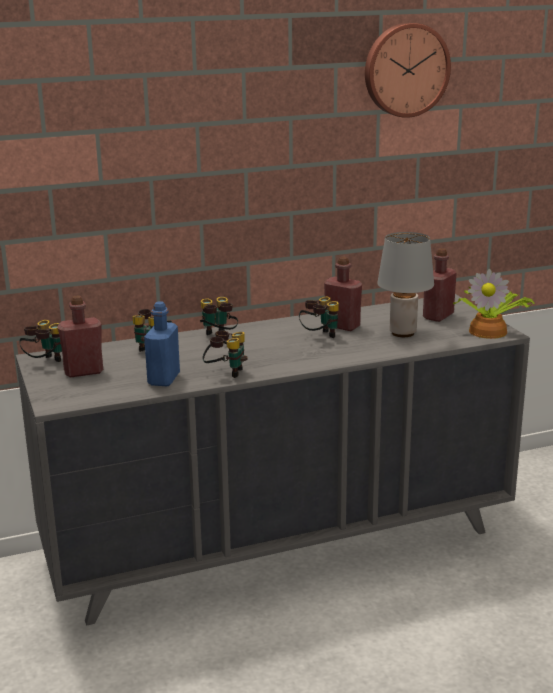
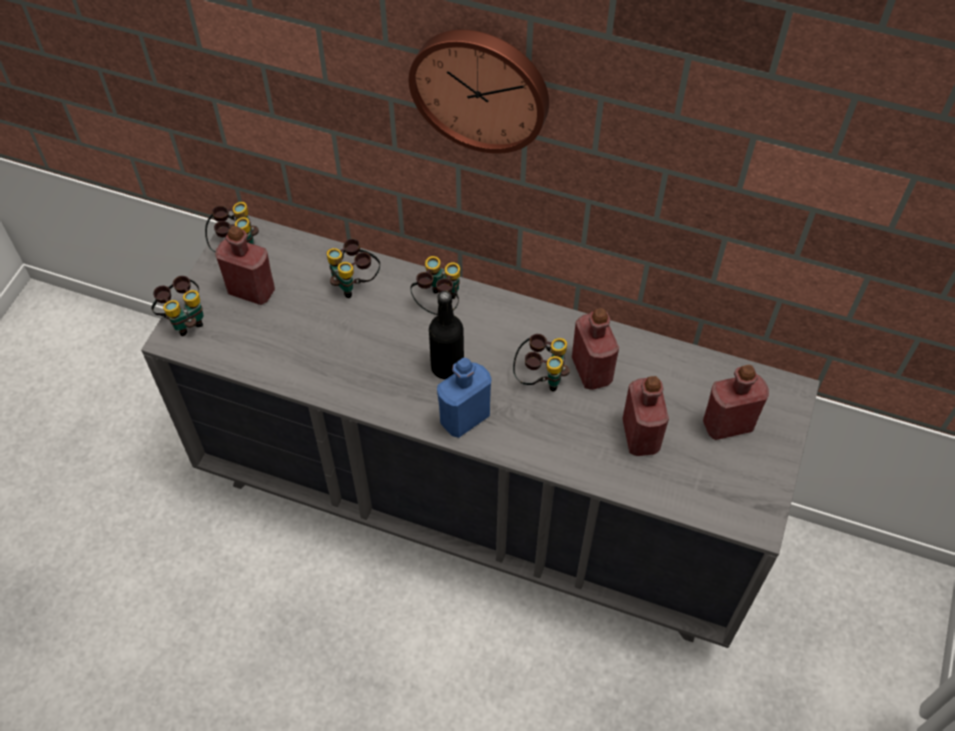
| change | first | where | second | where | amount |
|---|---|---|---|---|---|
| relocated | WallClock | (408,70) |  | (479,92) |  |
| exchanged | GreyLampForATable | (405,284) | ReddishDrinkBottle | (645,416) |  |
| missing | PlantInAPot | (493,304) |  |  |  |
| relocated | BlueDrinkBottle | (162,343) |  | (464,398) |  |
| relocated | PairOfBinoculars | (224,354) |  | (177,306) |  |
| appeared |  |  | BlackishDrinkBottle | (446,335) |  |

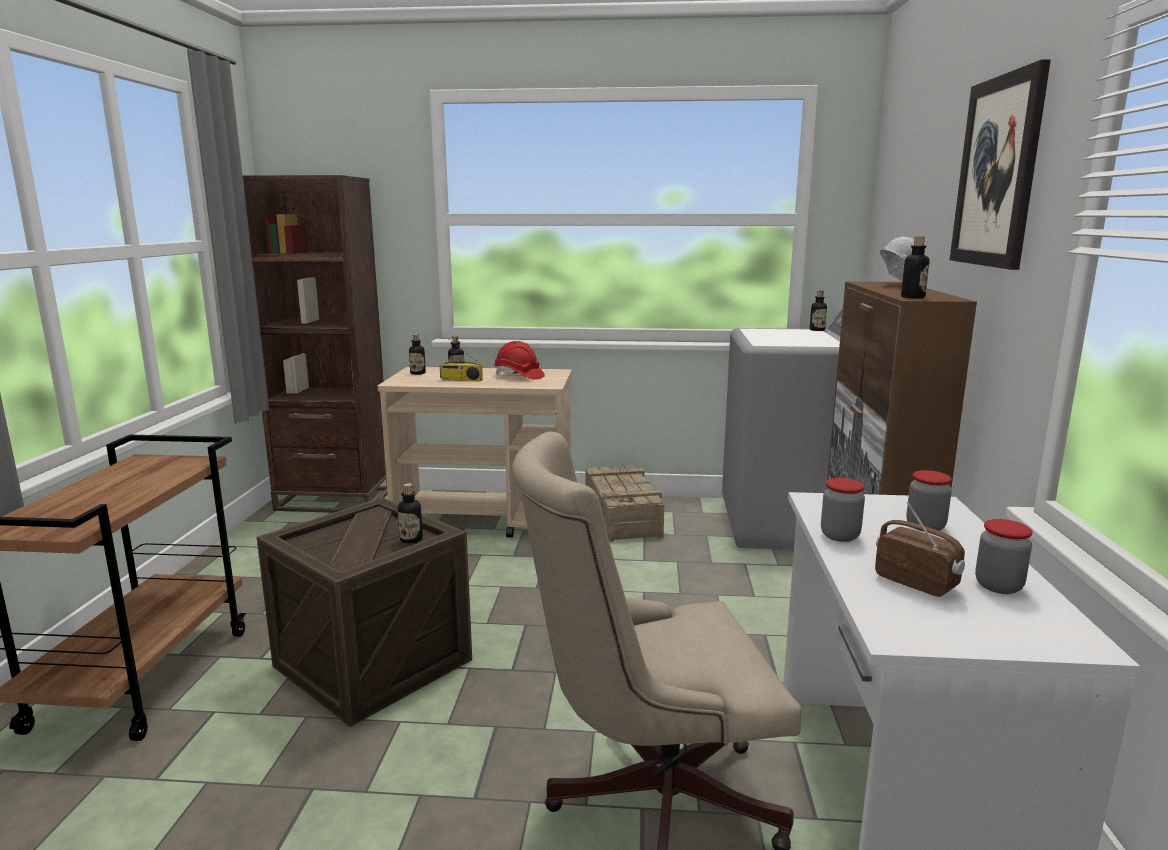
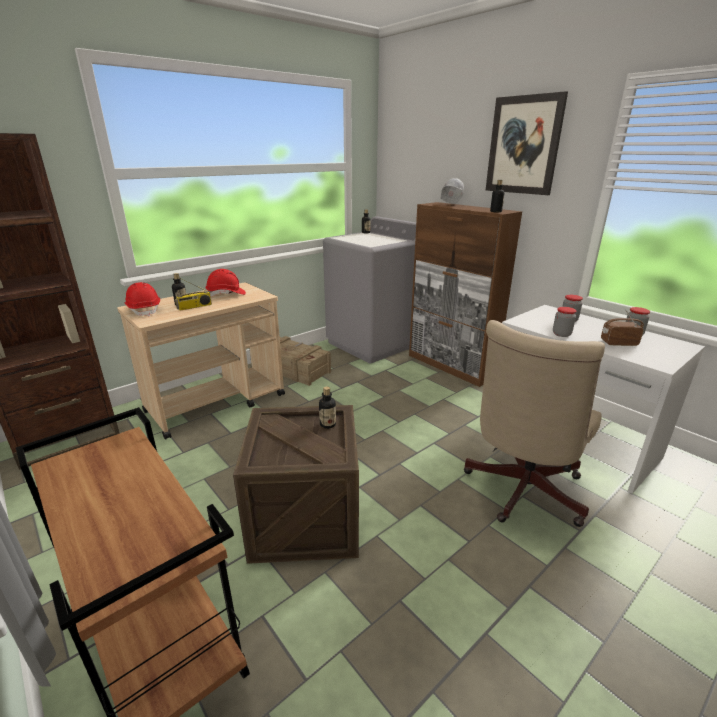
| change | first | where | second | where | amount |
|---|---|---|---|---|---|
| exchanged | DrinkBottle | (417,354) | ReddishHardHat | (142,299) |  |

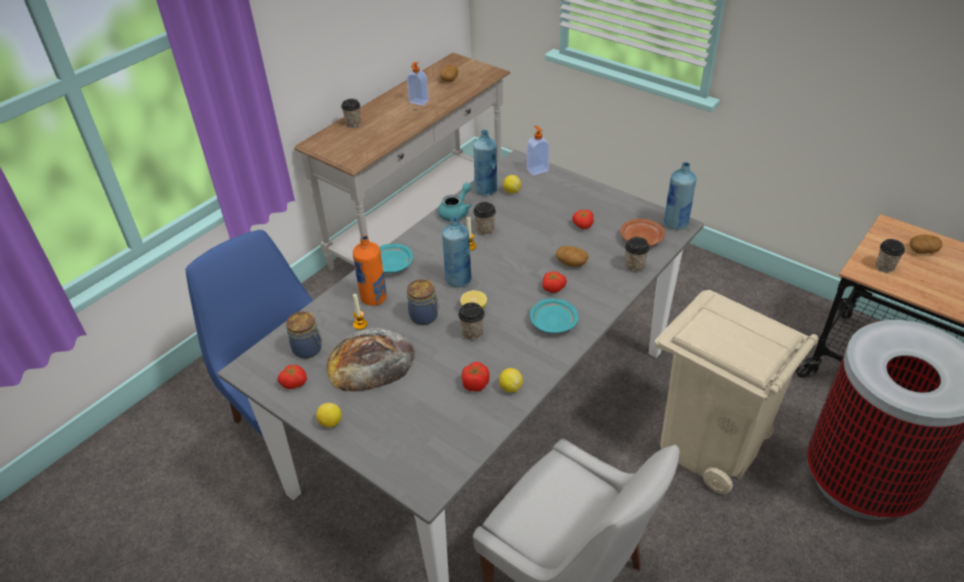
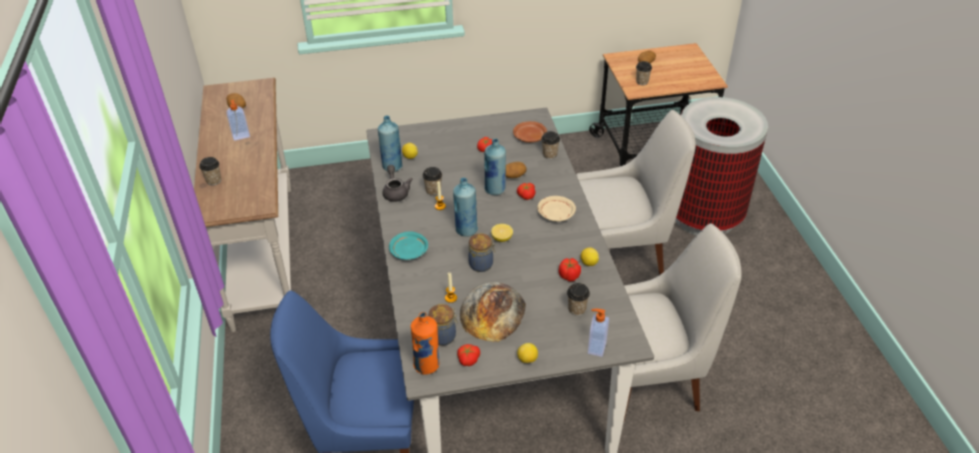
| change | first | where | second | where | amount |
|---|---|---|---|---|---|
| relocated | LiquidSoapBottle | (538,151) |  | (598,333) |  |
| relocated | BlueDrinkBottle | (680,196) |  | (495,166) |  |
| colour | BlueGreenPotForTea | (455,201) | GreyPotForTea | (398,183) |  |
| relocated | OrangeyDrinkBottle | (370,270) |  | (425,343) |  |
| exchanged | SandColouredWasteBin | (736,392) | WhiteColouredUprightChair | (636,192) |  |
| colour | BlueGreenDinnerPlate | (554,315) | SandColouredDinnerPlate | (556,209) |  |
| relocated | DrinkingCup | (471,321) |  | (578,299) |  |

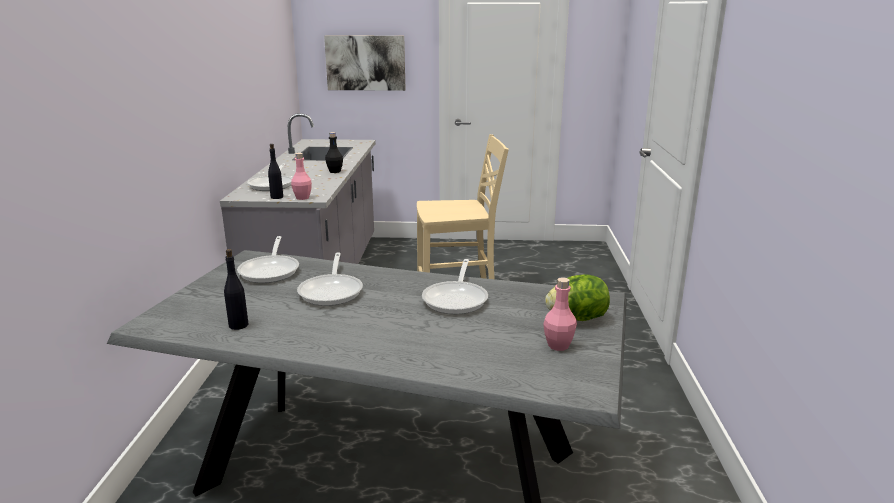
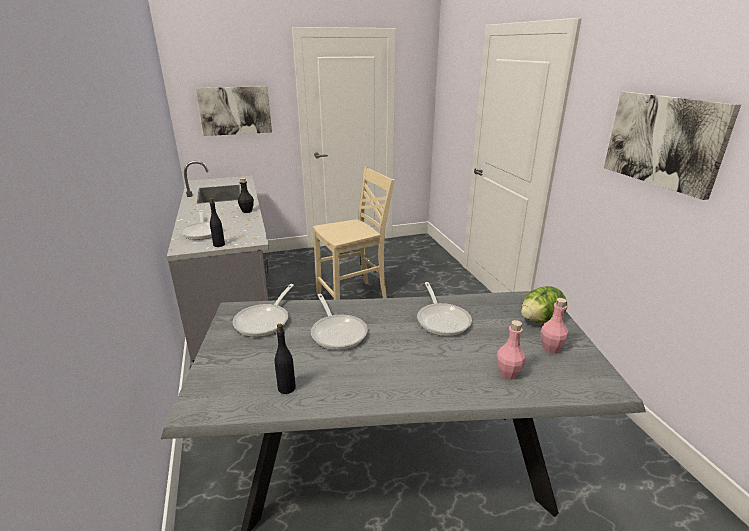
| change | first | where | second | where | amount |
|---|---|---|---|---|---|
| relocated | PinkishDrinkBottle | (301,176) |  | (511,350) |  |
| spun | FryingPan | (268,259) |  | (263,310) | 45 degrees clockwise |
| appeared |  |  | WallArt | (672,145) |  |

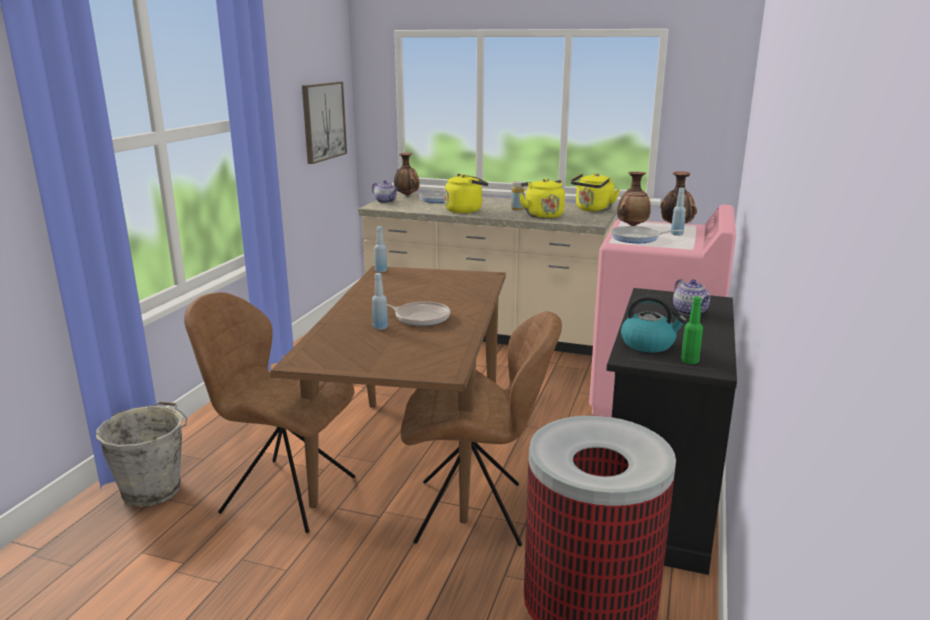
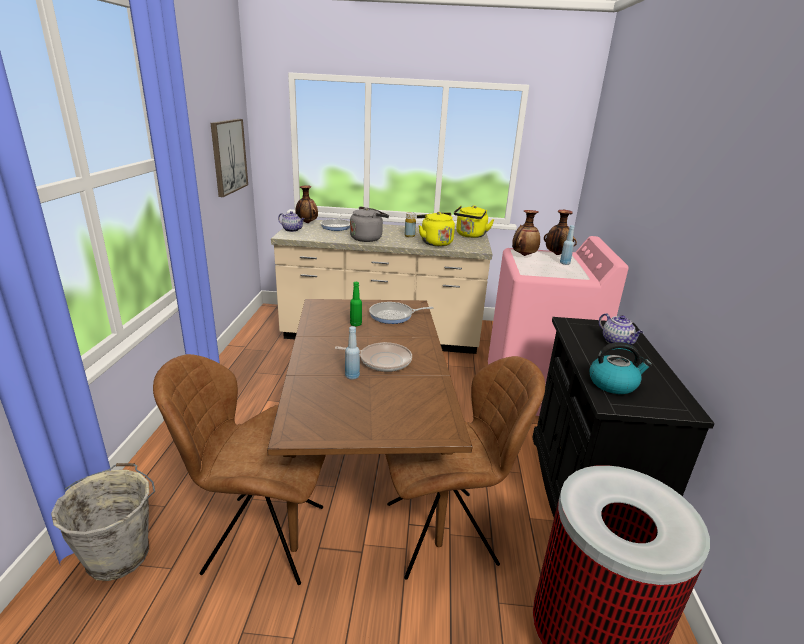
| change | first | where | second | where | amount |
|---|---|---|---|---|---|
| colour | YellowishTeaKettle | (466,193) | GreyTeaKettle | (369,224) |  |
| missing | BlueDrinkBottle | (380,249) |  |  |  |
| relocated | FryingPan | (647,234) |  | (401,313) |  |
| relocated | GreenishDrinkBottle | (692,330) |  | (356,304) |  |

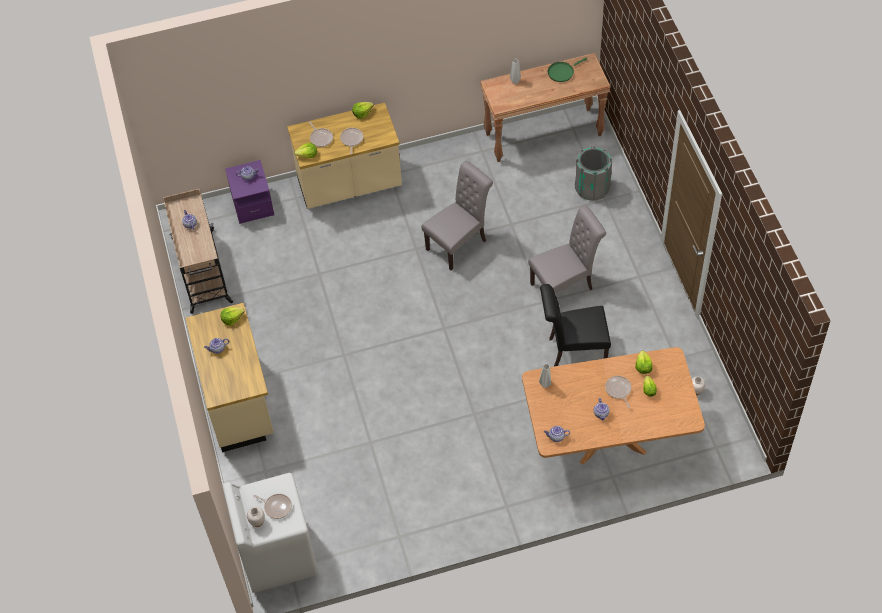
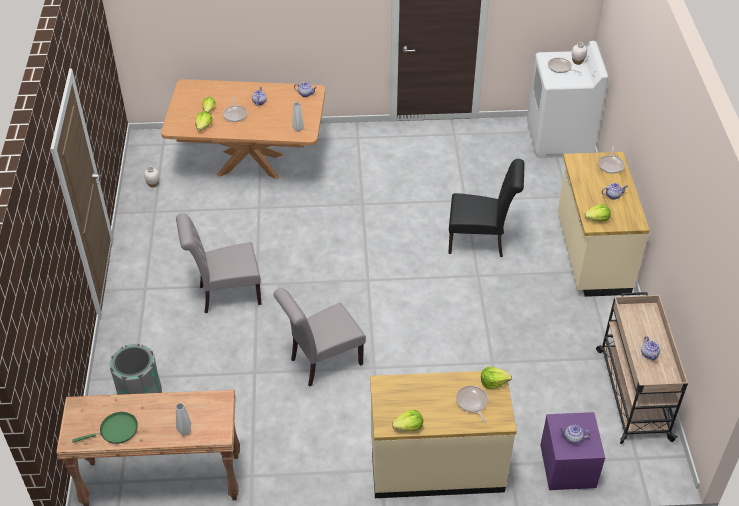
| change | first | where | second | where | amount |
|---|---|---|---|---|---|
| relocated | FryingPan | (351,141) |  | (611,160) |  |
| relocated | BlackishUprightChair | (575,325) |  | (486,208) |  |

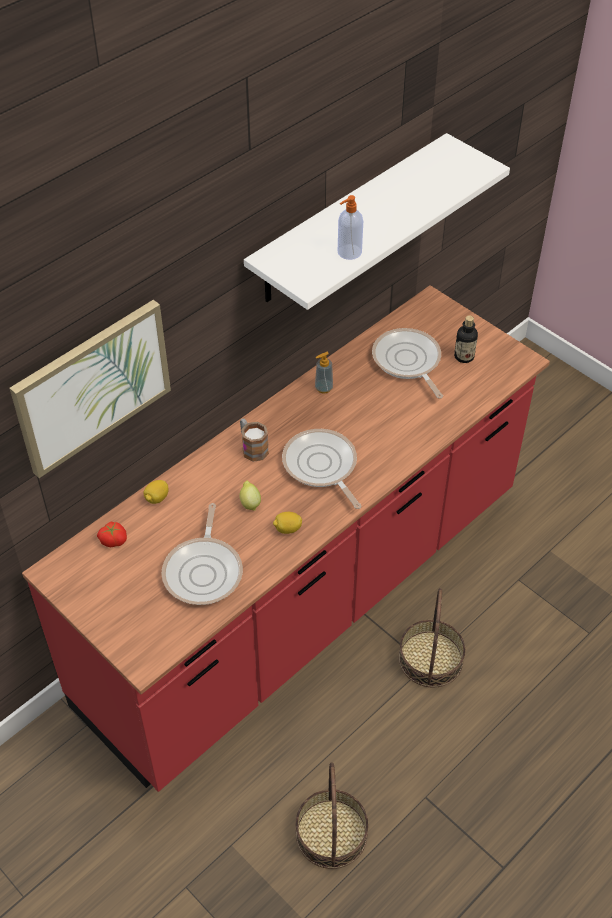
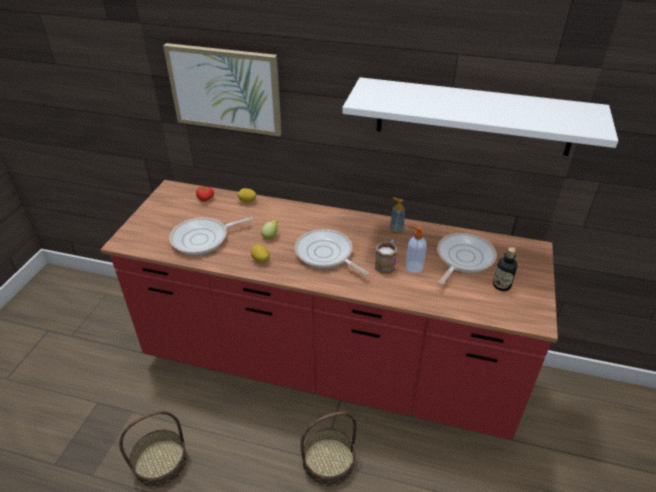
| change | first | where | second | where | amount |
|---|---|---|---|---|---|
| relocated | LiquidSoapBottle | (350,227) |  | (416,249) |  |
| relocated | Mug | (254,440) |  | (386,256) |  |
| spun | FryingPan | (321,469) |  | (332,252) | 75 degrees counterclockwise |

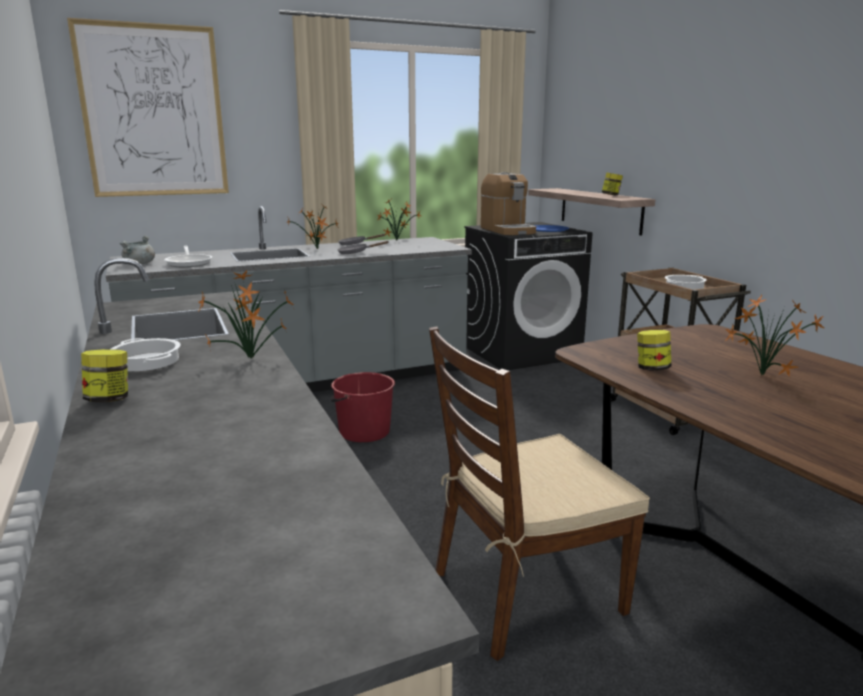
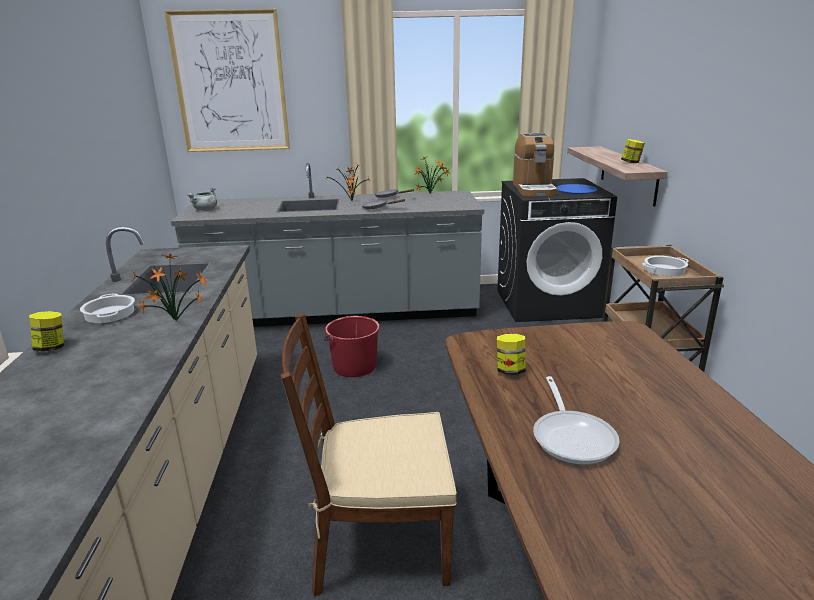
| change | first | where | second | where | amount |
|---|---|---|---|---|---|
| relocated | FryingPan | (188,256) |  | (576,420) |  |
| missing | PlantInAPot | (774,336) |  |  |  |

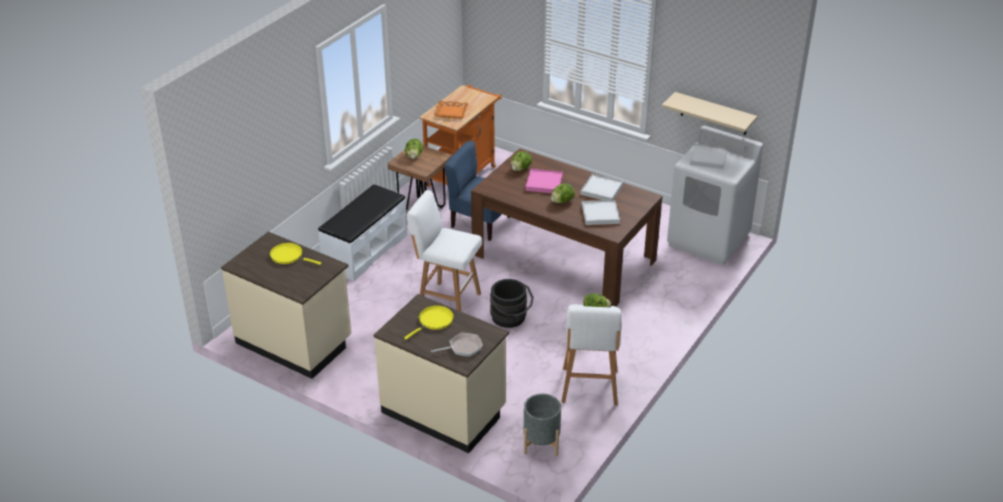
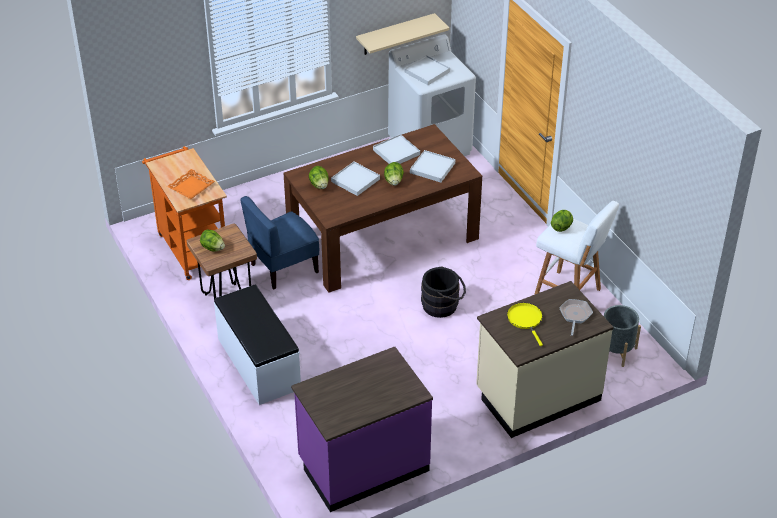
| change | first | where | second | where | amount |
|---|---|---|---|---|---|
| colour | PinkishCarryingTray | (544,181) | WhiteColouredCarryingTray | (355,179) |  |
| missing | WhiteColouredSittingStool | (444,250) |  |  |  |
| colour | SandColouredCounter | (286,305) | PurpleCounter | (362,429) |  |
| missing | YellowishFryingPan | (296,254) |  |  |  |

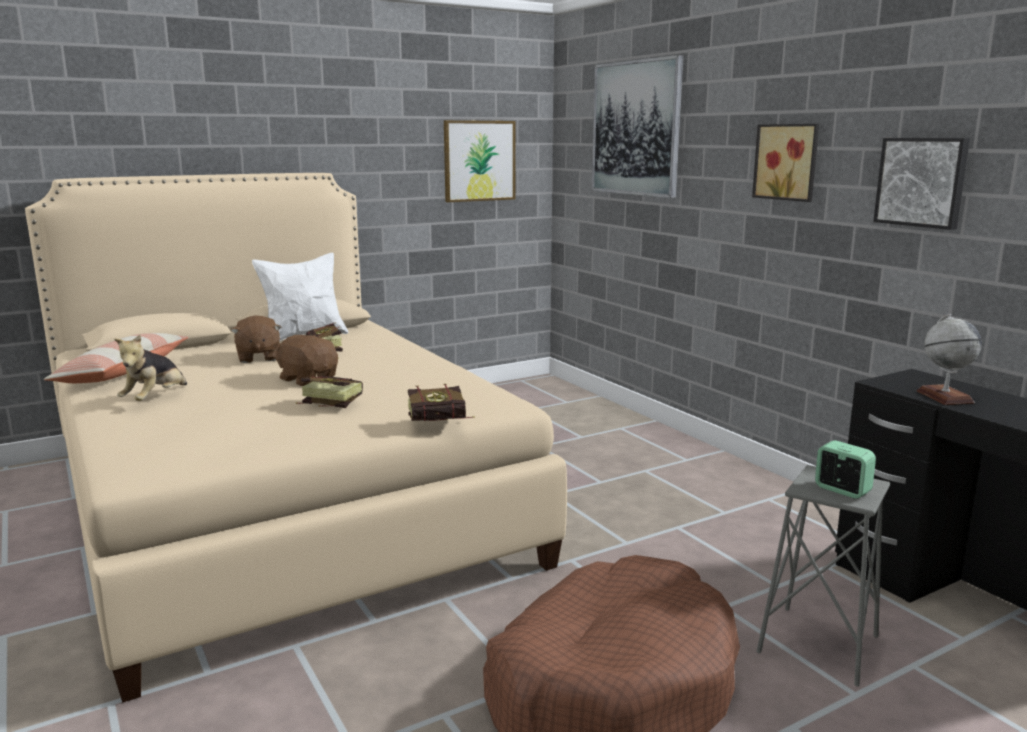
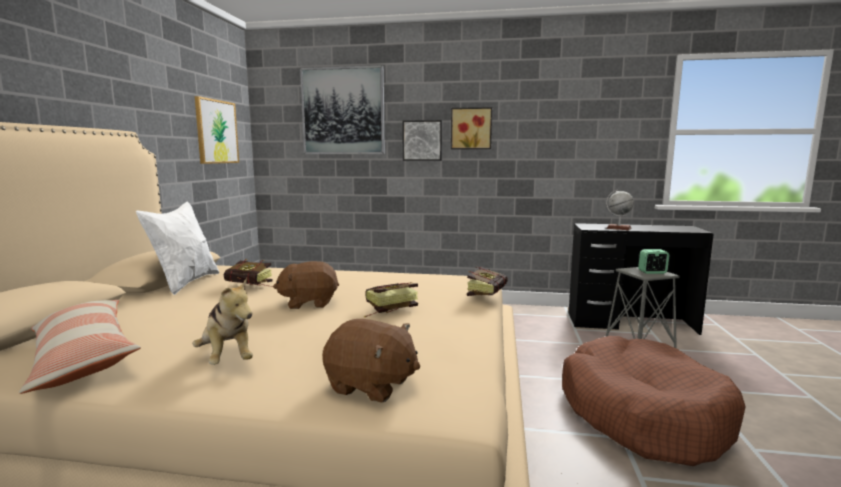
| change | first | where | second | where | amount |
|---|---|---|---|---|---|
| relocated | WallArt | (921,184) |  | (422,140) |  |
| relocated | BrownColouredPlushToy | (256,339) |  | (371,361) |  |

